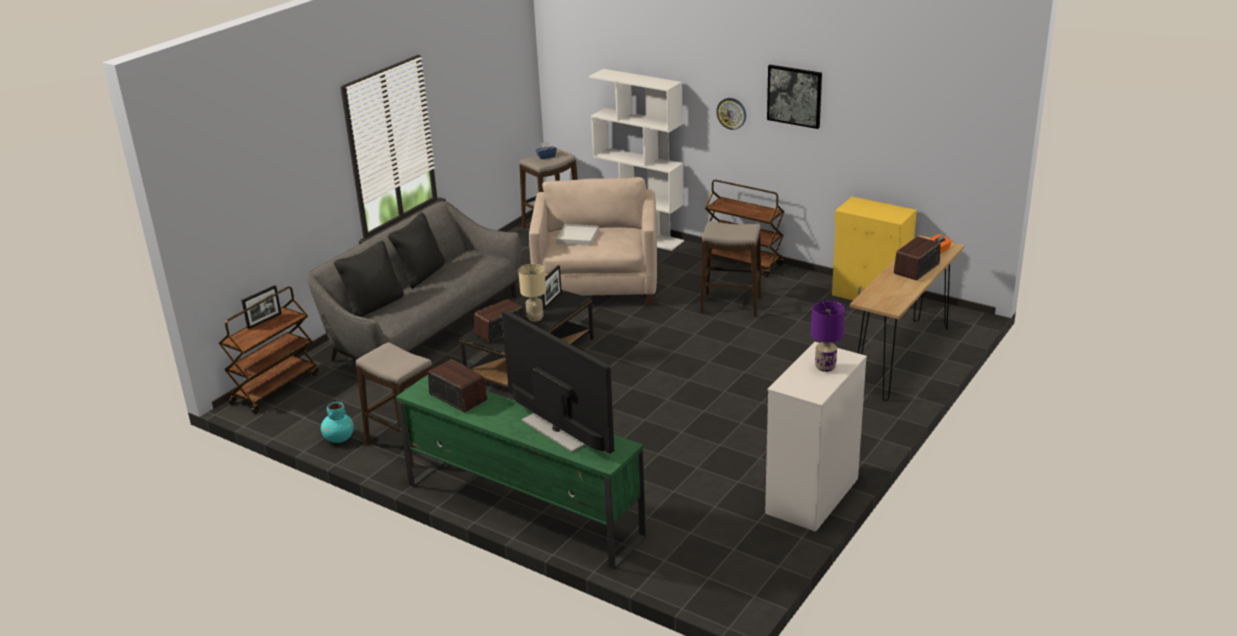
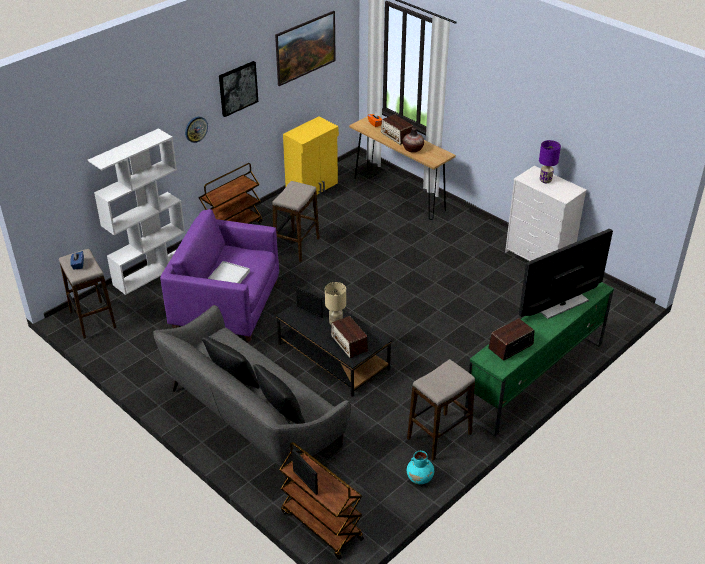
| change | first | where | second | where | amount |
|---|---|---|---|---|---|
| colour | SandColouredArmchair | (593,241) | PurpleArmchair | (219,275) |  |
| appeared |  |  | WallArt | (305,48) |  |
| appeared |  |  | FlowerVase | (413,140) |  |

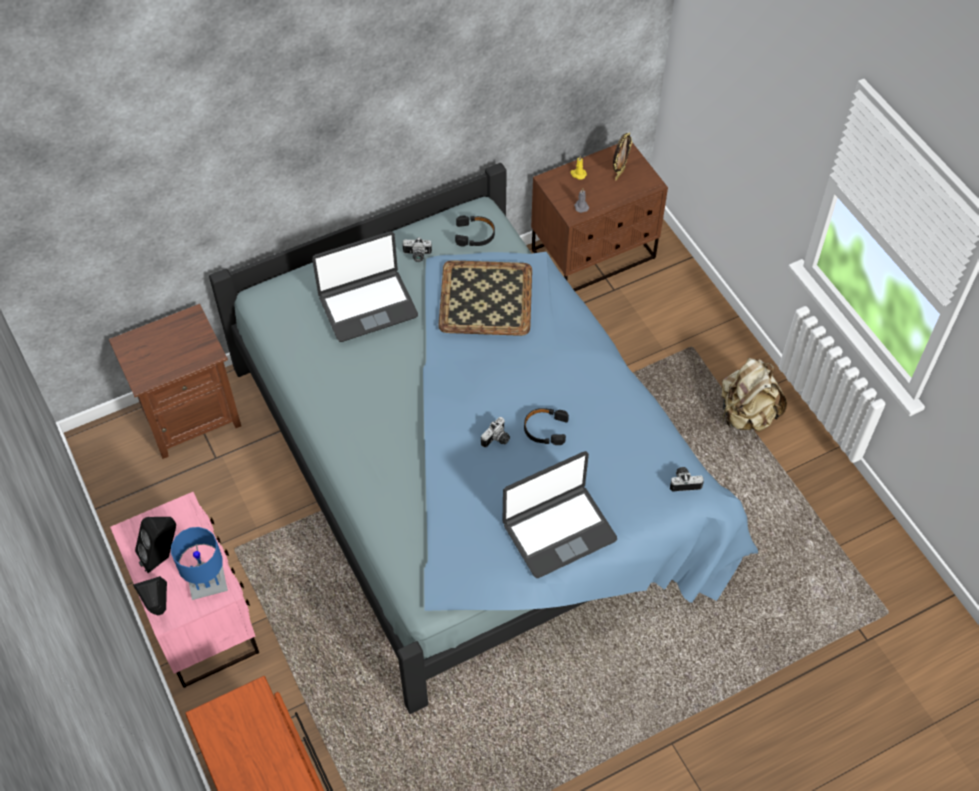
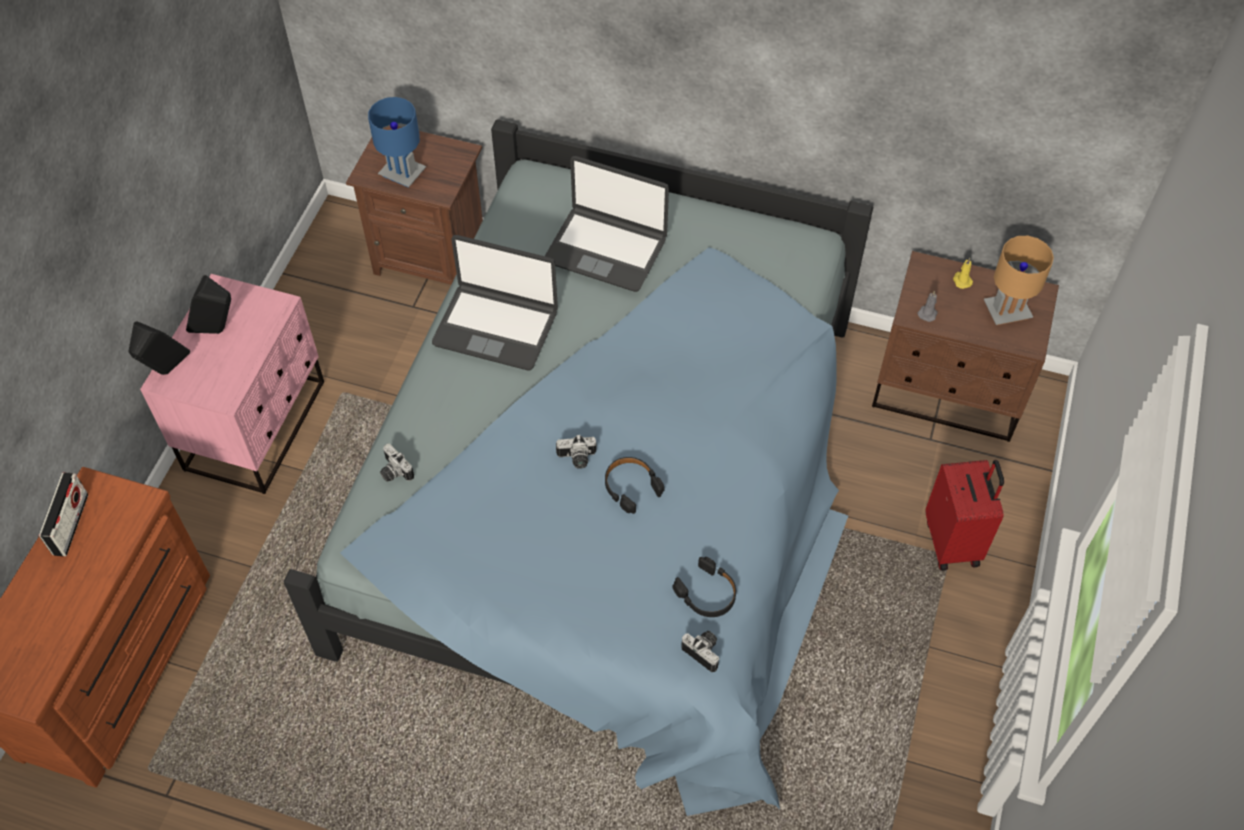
| change | first | where | second | where | amount |
|---|---|---|---|---|---|
| exchanged | PhotoFrame | (622,156) | BrownColouredLampForATable | (1019,280) |  |
| relocated | BlackishPairOfHeadphones | (475,231) |  | (704,587) |  |
| relocated | StillCamera | (417,249) |  | (397,462) |  |
| missing | CarryingTray | (485,298) |  |  |  |
| missing | SandColouredKnapsack | (754,395) |  |  |  |
| relocated | Laptop | (560,514) |  | (495,302) |  |
| relocated | BlueLampForATable | (199,563) |  | (397,142) |  |
| appeared |  |  | ReddishPieceOfLuggage | (964,515) |  |
| appeared |  |  | Radio | (63,514) |  |

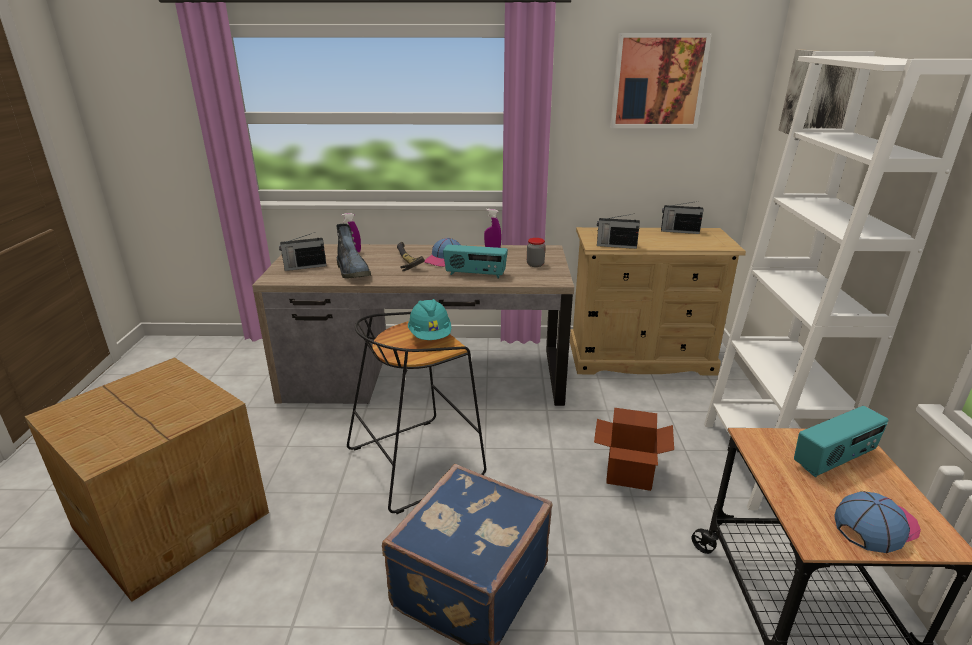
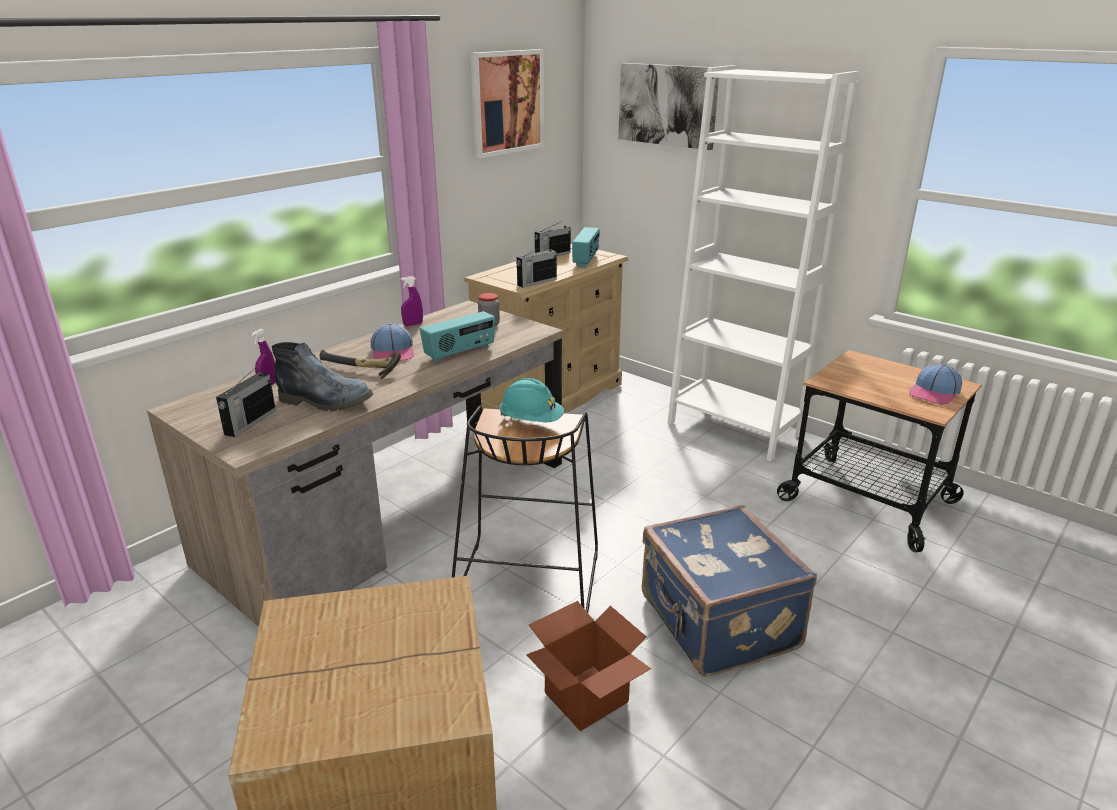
| change | first | where | second | where | amount |
|---|---|---|---|---|---|
| relocated | Radio | (841,441) |  | (586,247) |  |
| relocated | CardboardBox | (634,449) |  | (588,666) |  |
| spun | PeakedCap | (877,522) |  | (935,384) | 150 degrees counterclockwise |

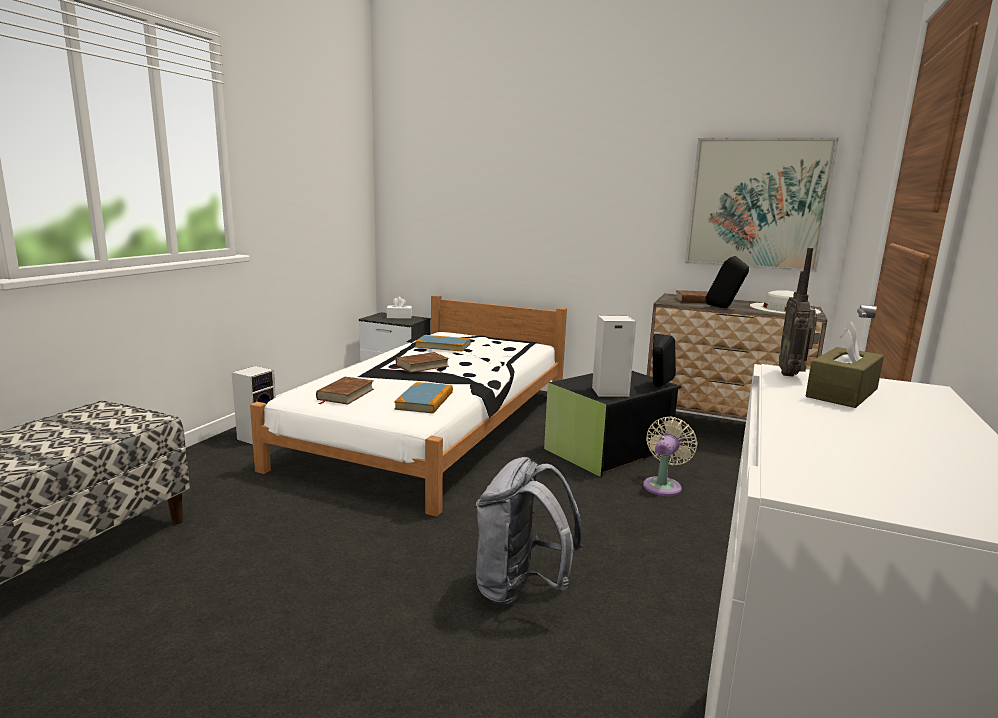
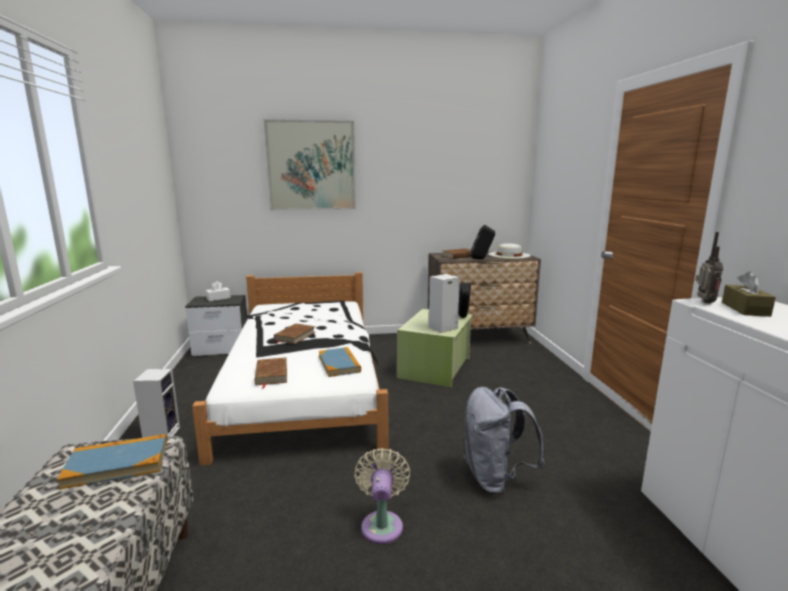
| change | first | where | second | where | amount |
|---|---|---|---|---|---|
| relocated | WallArt | (762,205) |  | (310,164) |  |
| spun | Radio | (799,312) |  | (709,267) | 150 degrees counterclockwise |
| relocated | Book | (443,343) |  | (112,462) |  |
| colour | BlackishStorageContainer | (612,424) | GreenishStorageContainer | (435,348) |  |
| relocated | SandColouredFan | (670,456) |  | (382,496) |  |

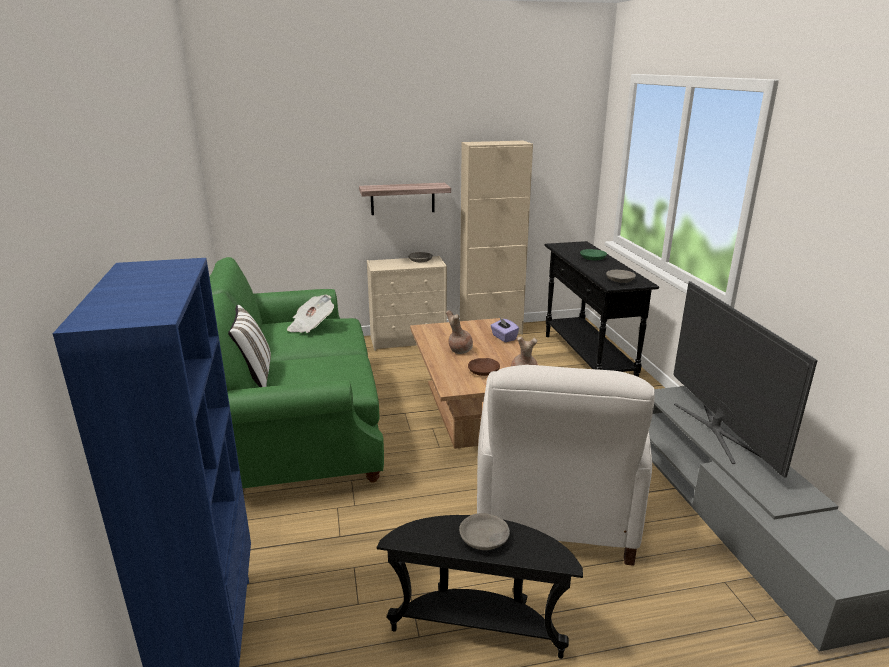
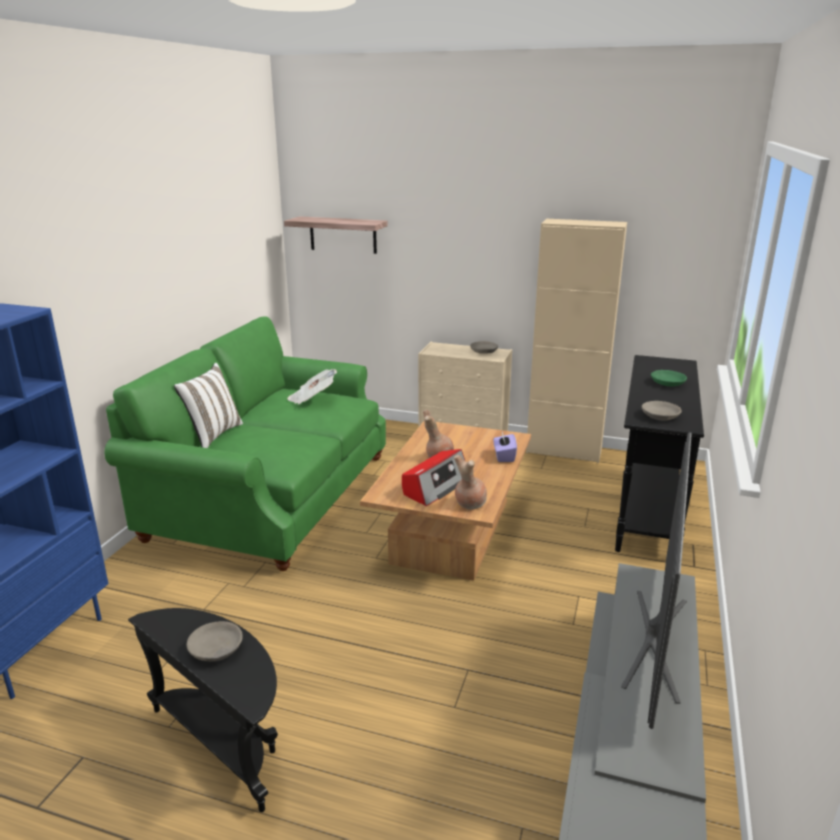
| change | first | where | second | where | amount |
|---|---|---|---|---|---|
| relocated | WallShelf | (405,199) |  | (336,235) |  |
| exchanged | BrownColouredDeepDish | (484,367) | Radio | (433,477) |  |
| missing | WhiteColouredArmchair | (566,465) |  |  |  |

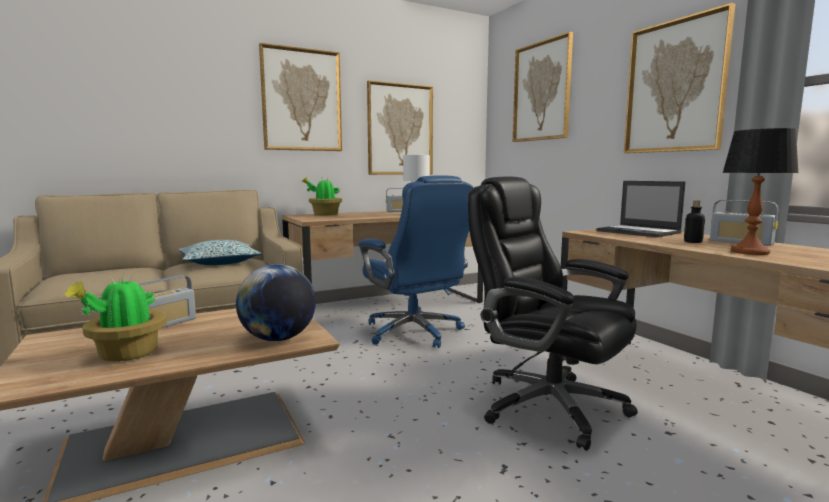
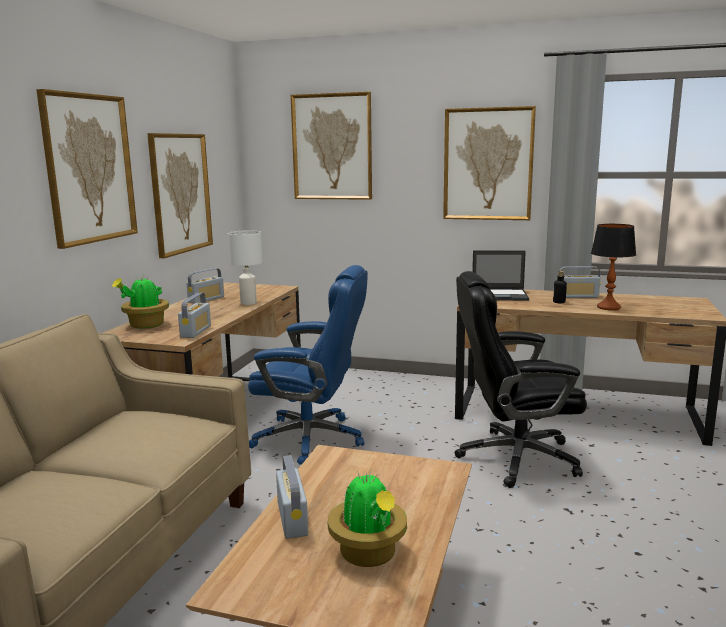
| change | first | where | second | where | amount |
|---|---|---|---|---|---|
| missing | Pillow | (220,252) |  |  |  |
| missing | Globe | (276,302) |  |  |  |
| appeared |  |  | Radio | (194,315) |  |

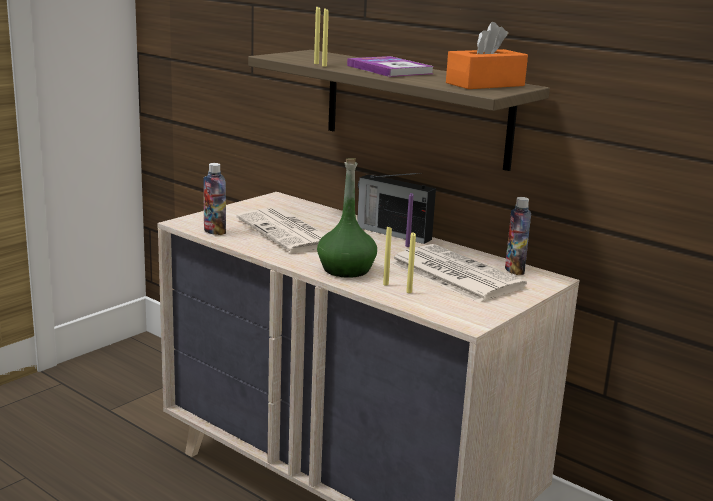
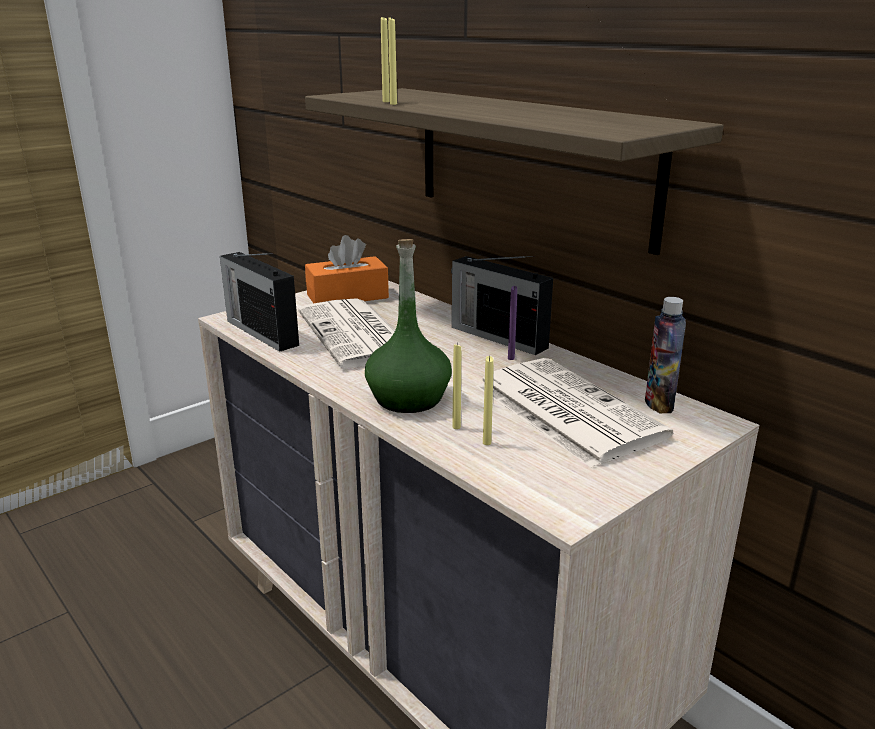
| change | first | where | second | where | amount |
|---|---|---|---|---|---|
| relocated | OrangeyBoxOfTissues | (487,55) |  | (347,269) |  |
| missing | Book | (390,66) |  |  |  |
| exchanged | DrinkBottle | (214,199) | Radio | (259,302) |  |

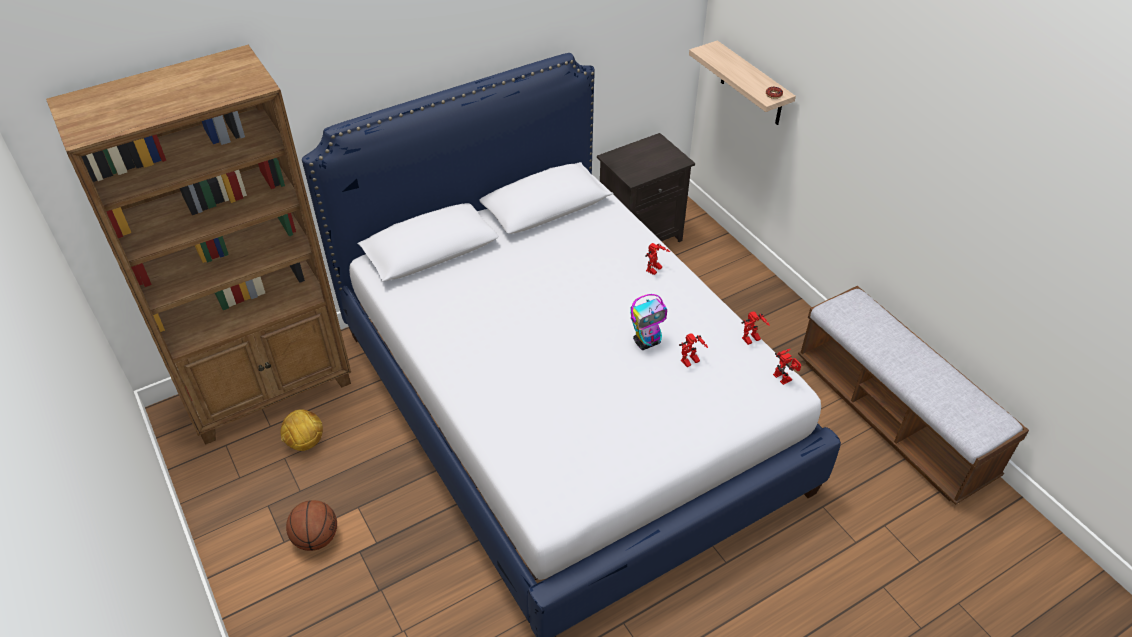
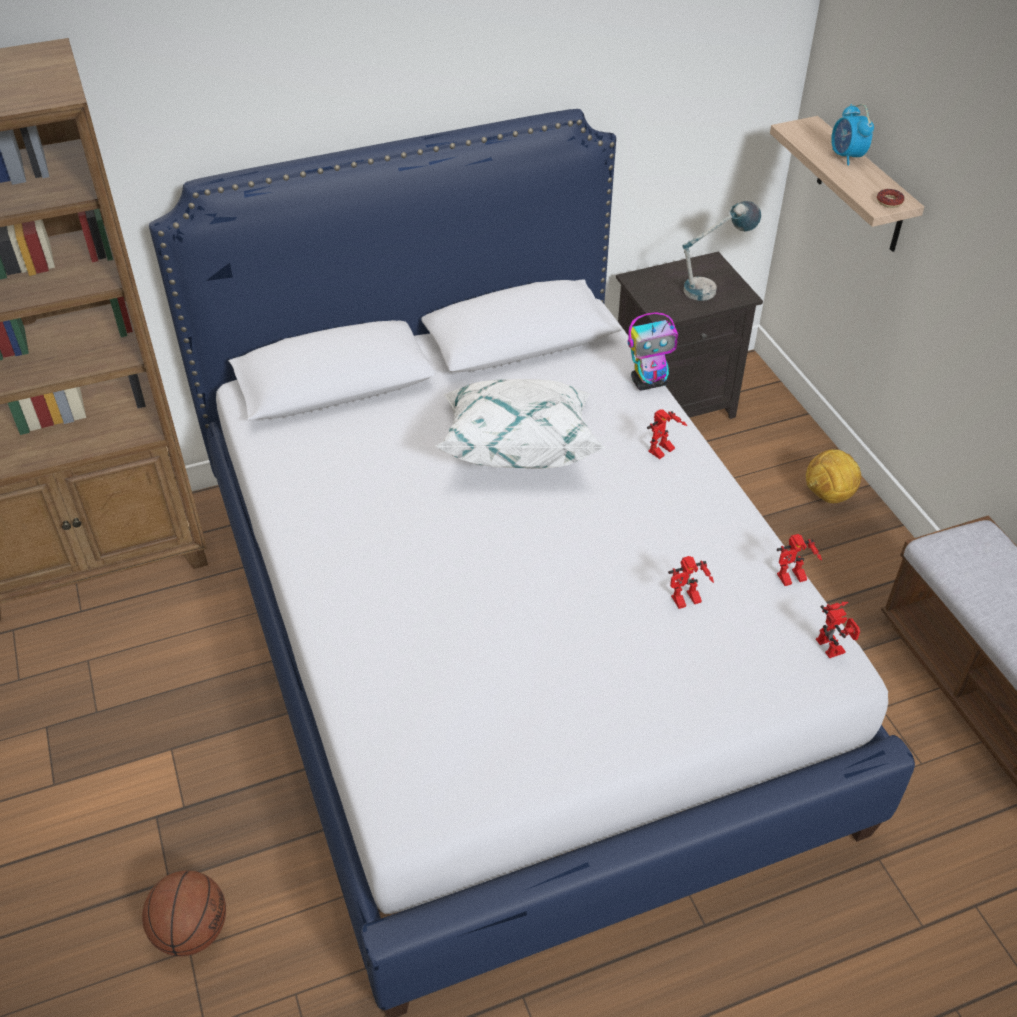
| change | first | where | second | where | amount |
|---|---|---|---|---|---|
| relocated | ToyRobot | (648,322) |  | (653,351) |  |
| relocated | FootballBall | (301,430) |  | (833,476) |  |
| relocated | Basketball | (311,525) |  | (184,913) |  |
| appeared |  |  | BedsideClock | (852,134) |  |
| appeared |  |  | LampForATable | (721,251) |  |
| appeared |  |  | WhiteColouredPillow | (520,424) |  |

